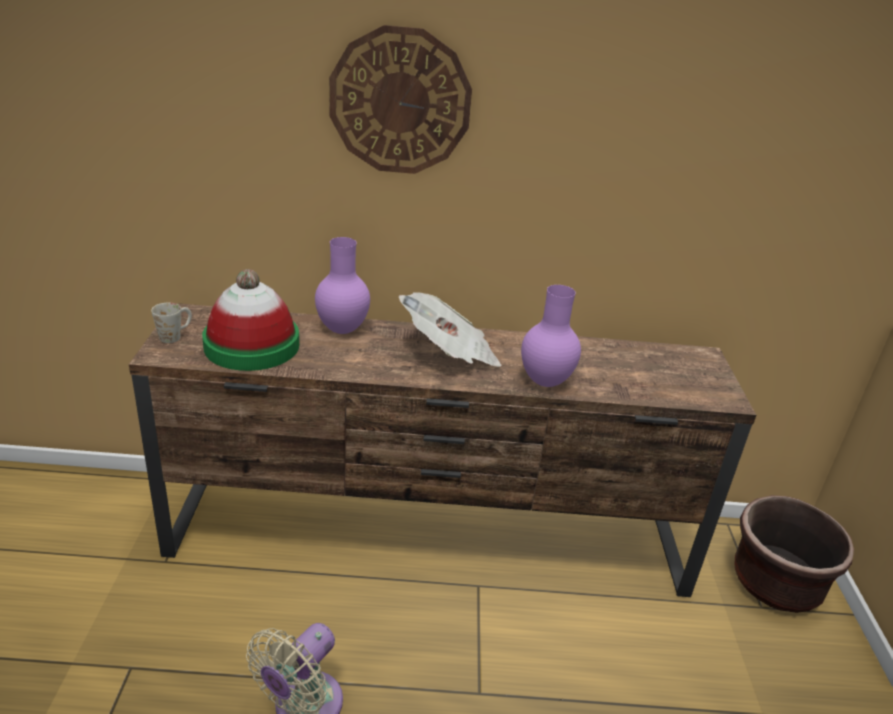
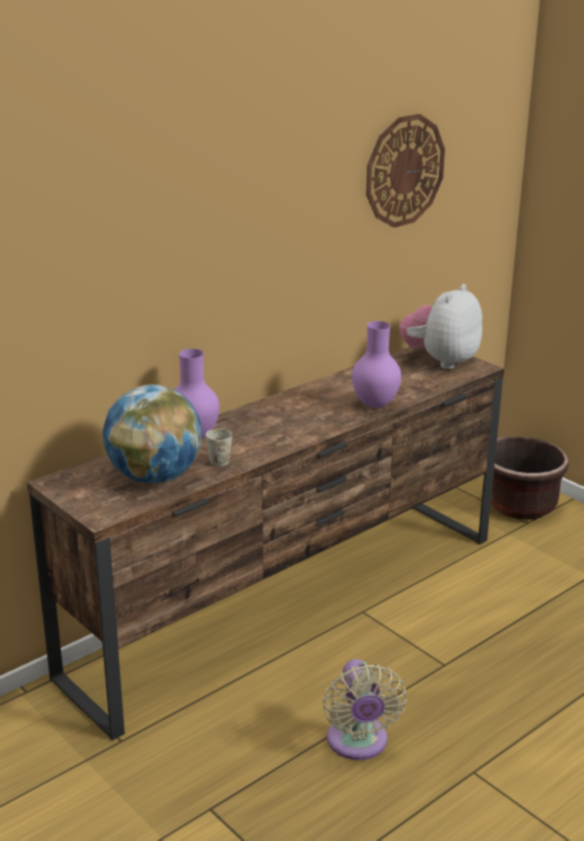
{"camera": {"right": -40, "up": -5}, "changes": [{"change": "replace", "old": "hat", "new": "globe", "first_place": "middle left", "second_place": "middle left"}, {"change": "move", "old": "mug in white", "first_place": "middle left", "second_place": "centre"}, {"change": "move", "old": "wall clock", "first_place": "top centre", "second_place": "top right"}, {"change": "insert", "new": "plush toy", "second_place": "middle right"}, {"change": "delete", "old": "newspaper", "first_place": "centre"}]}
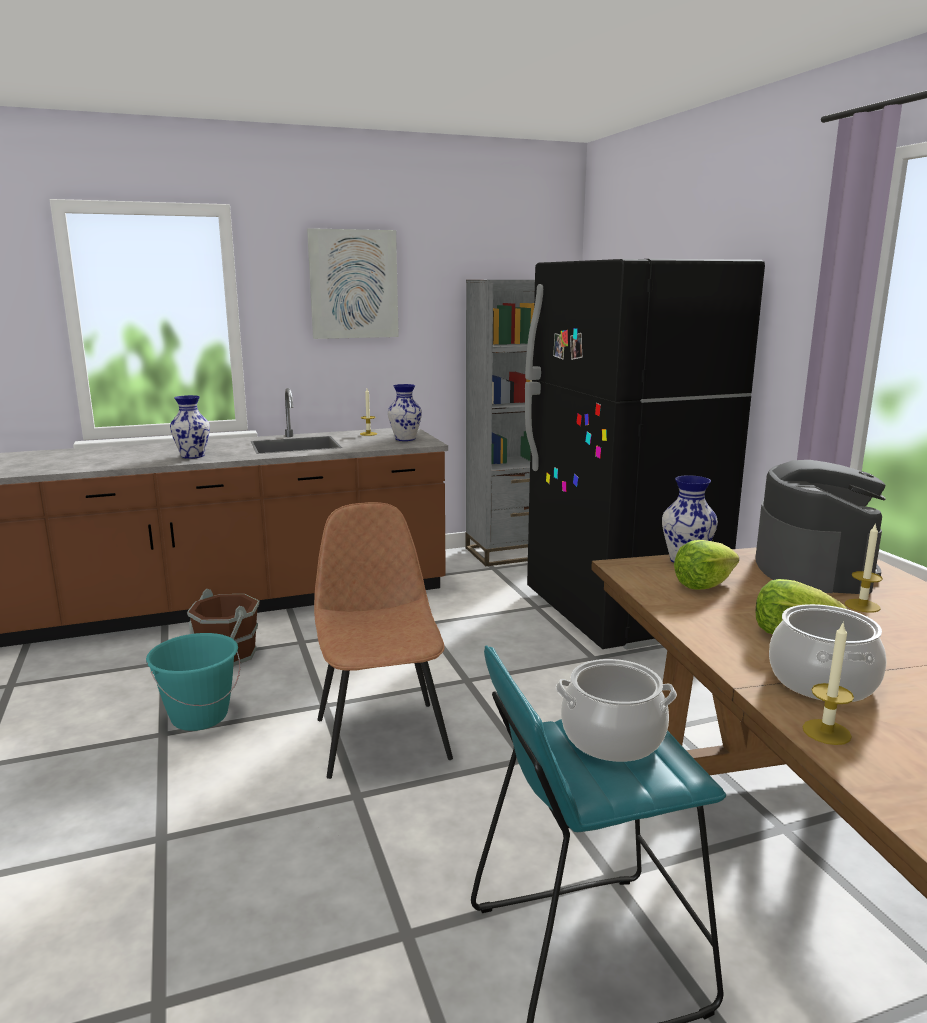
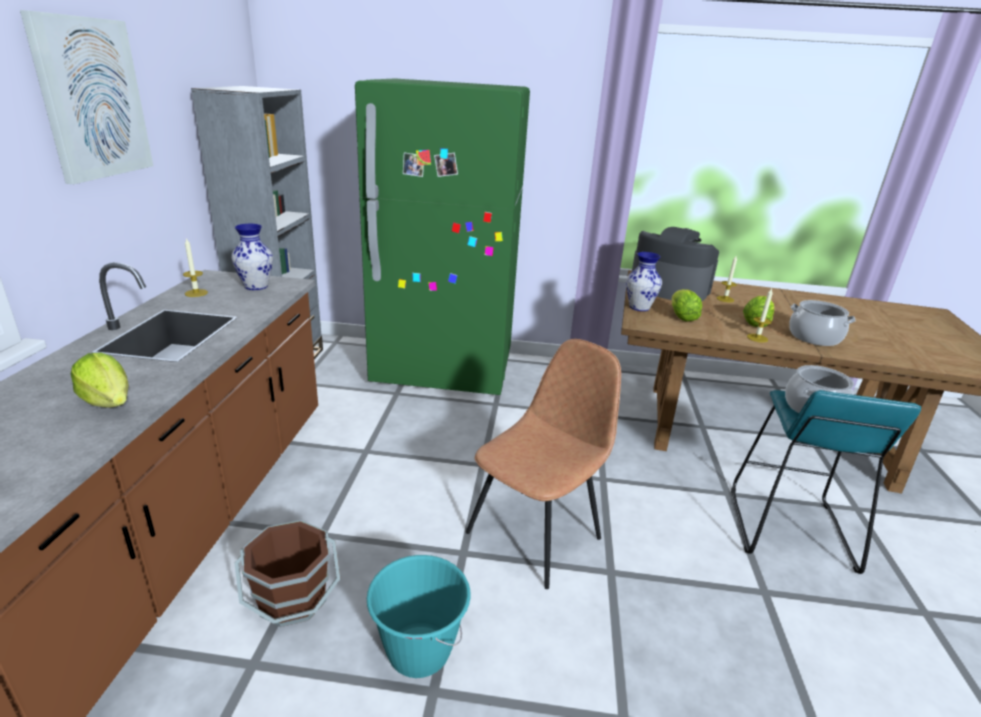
{"camera": {"right": -65, "up": 10}, "changes": [{"change": "replace", "old": "vase (1st from left)", "new": "lettuce (1st from left)", "first_place": "middle left", "second_place": "middle left"}, {"change": "recolor", "old": "fridge in black", "new": "fridge in green", "first_place": "middle right", "second_place": "top centre"}, {"change": "rotate", "old": "chair in brown", "first_place": "centre", "second_place": "centre", "degrees": 120}, {"change": "move", "old": "candle (2nd from left in the first image)", "new": "candle (3rd from left)", "first_place": "bottom right", "second_place": "middle right"}]}
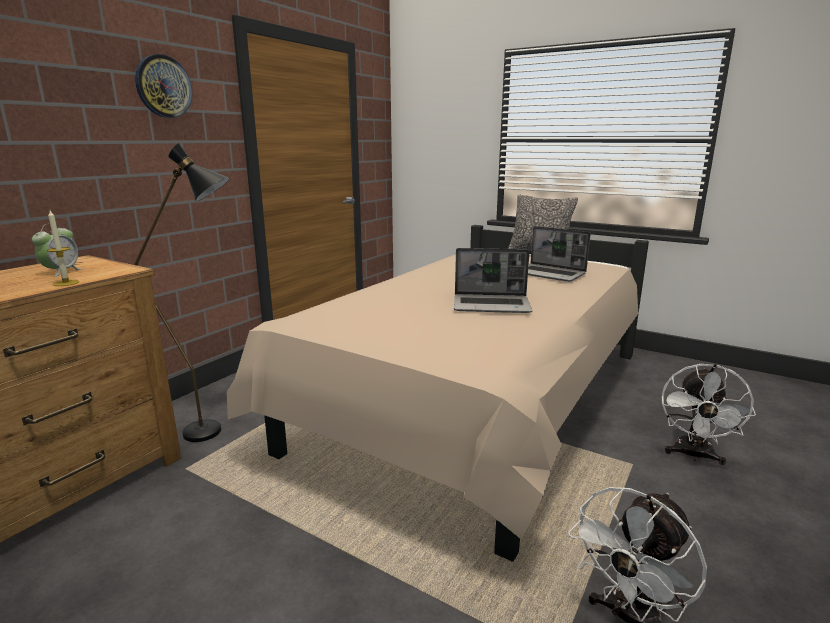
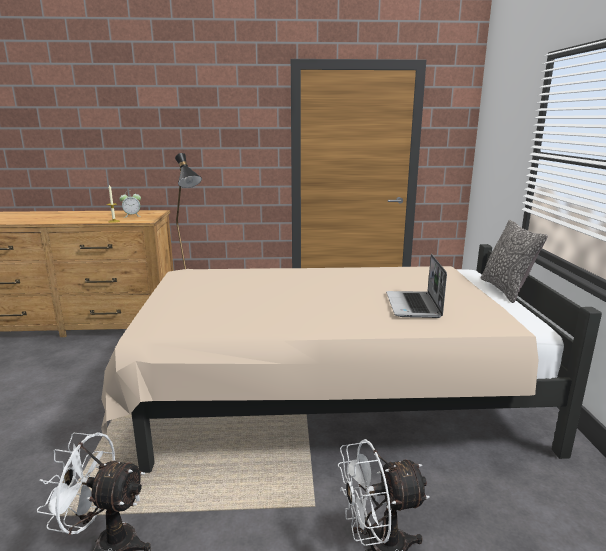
{"camera": {"right": 55, "up": 0}, "changes": [{"change": "delete", "old": "wall clock", "first_place": "top left"}, {"change": "delete", "old": "laptop (1st from left)", "first_place": "centre"}]}
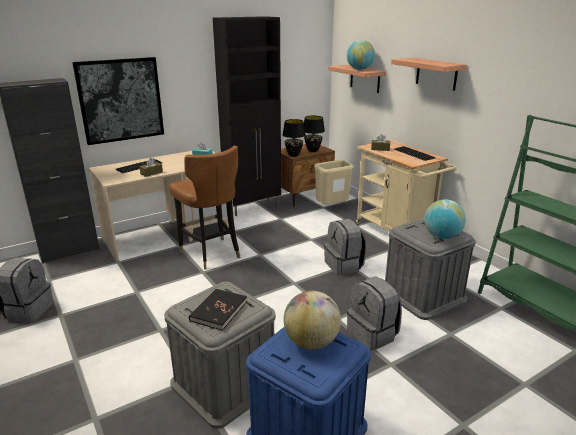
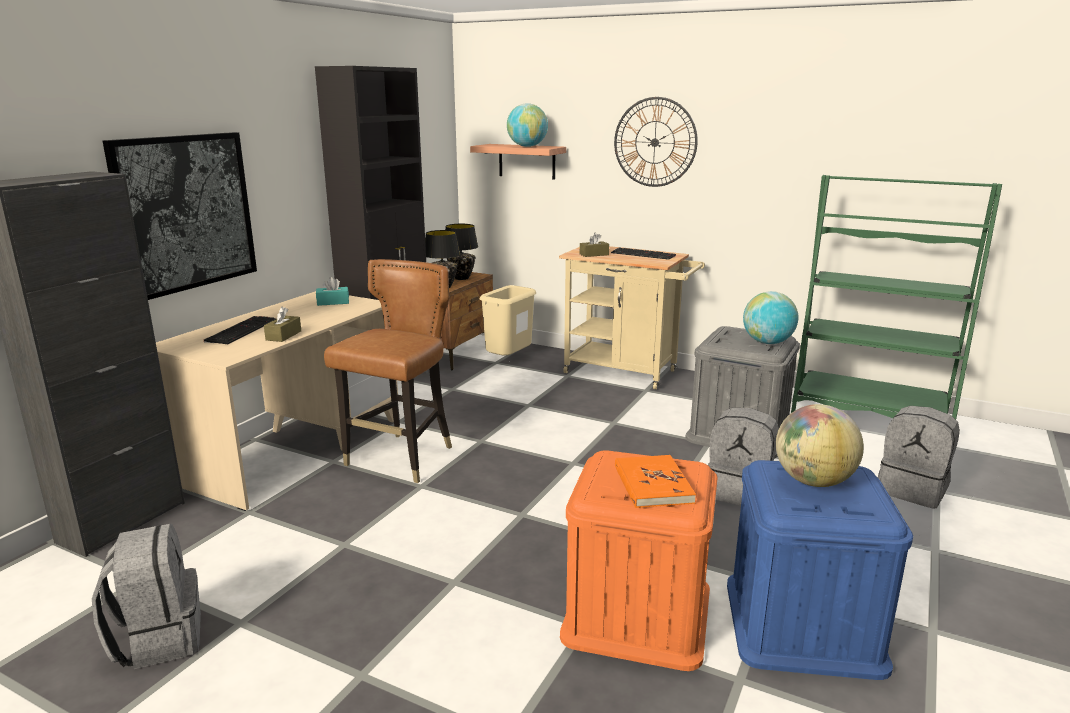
{"camera": {"right": -30, "up": -5}, "changes": [{"change": "rotate", "old": "chair in brown", "first_place": "centre", "second_place": "centre", "degrees": -90}, {"change": "recolor", "old": "storage box in grey (1st from left)", "new": "storage box in orange", "first_place": "bottom centre", "second_place": "bottom centre"}, {"change": "replace", "old": "shelf (2nd from left)", "new": "wall clock", "first_place": "top right", "second_place": "top centre"}, {"change": "recolor", "old": "book in black", "new": "book in orange", "first_place": "bottom centre", "second_place": "bottom centre"}, {"change": "move", "old": "backpack in grey (2nd from left in the first image)", "new": "backpack in grey (3rd from left)", "first_place": "centre", "second_place": "middle right"}]}
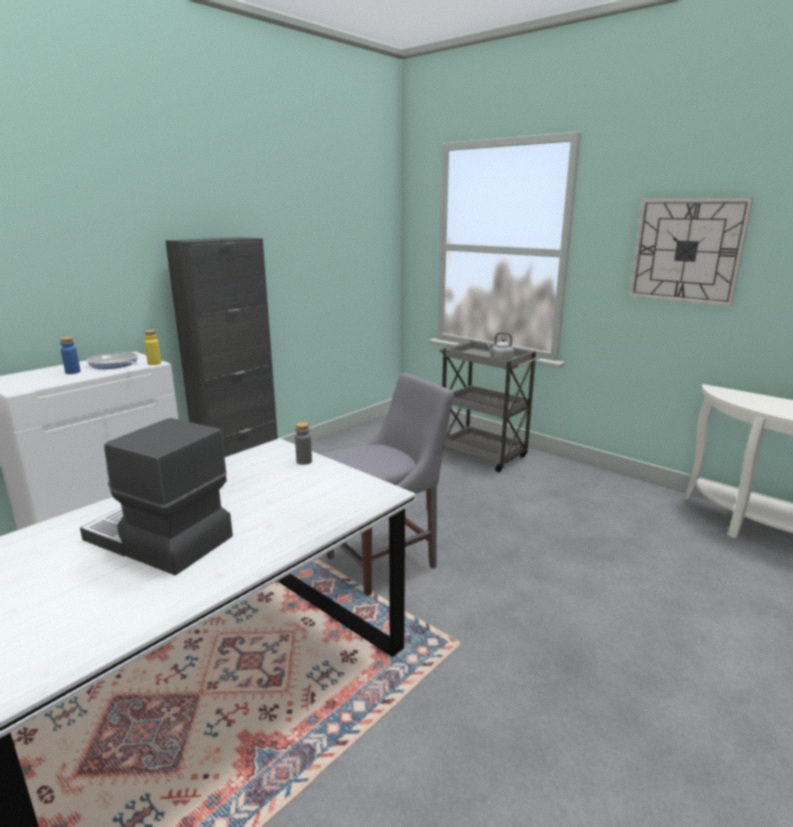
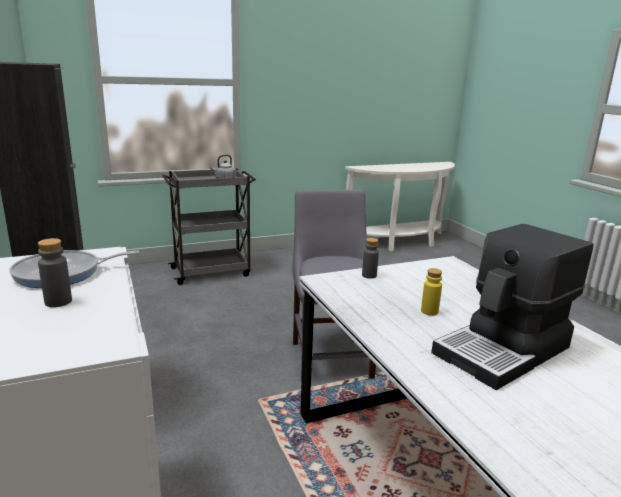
{"camera": {"right": -65, "up": 0}, "changes": [{"change": "recolor", "old": "bottle in blue", "new": "bottle in grey (1st from left)", "first_place": "middle left", "second_place": "middle left"}, {"change": "move", "old": "bottle in yellow", "first_place": "middle left", "second_place": "middle right"}, {"change": "delete", "old": "wall clock", "first_place": "top right"}]}
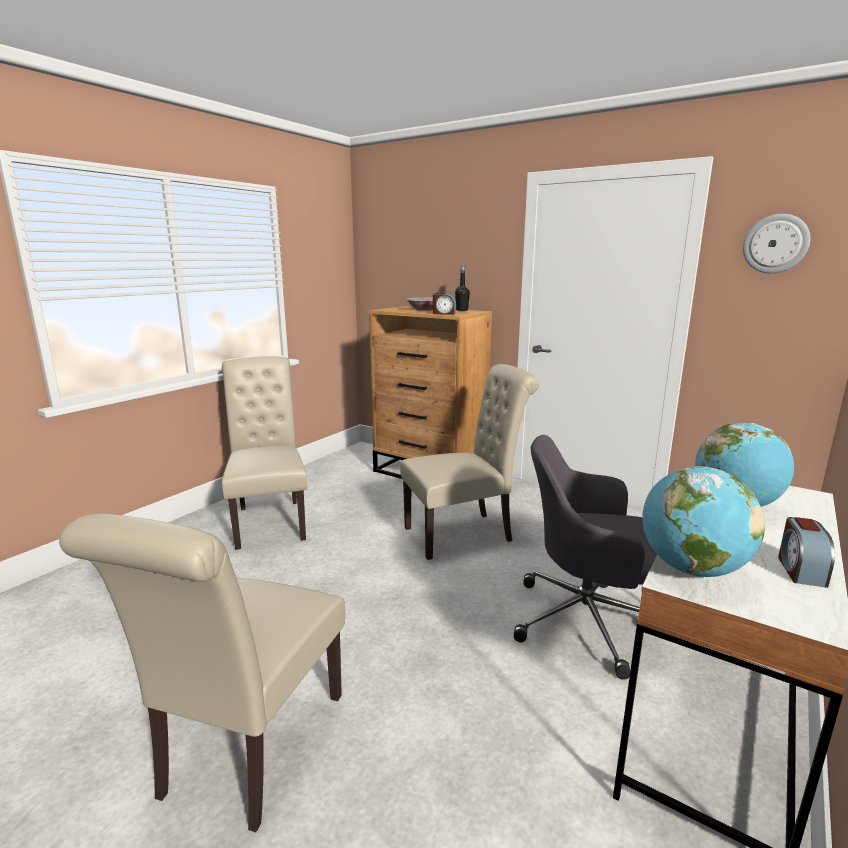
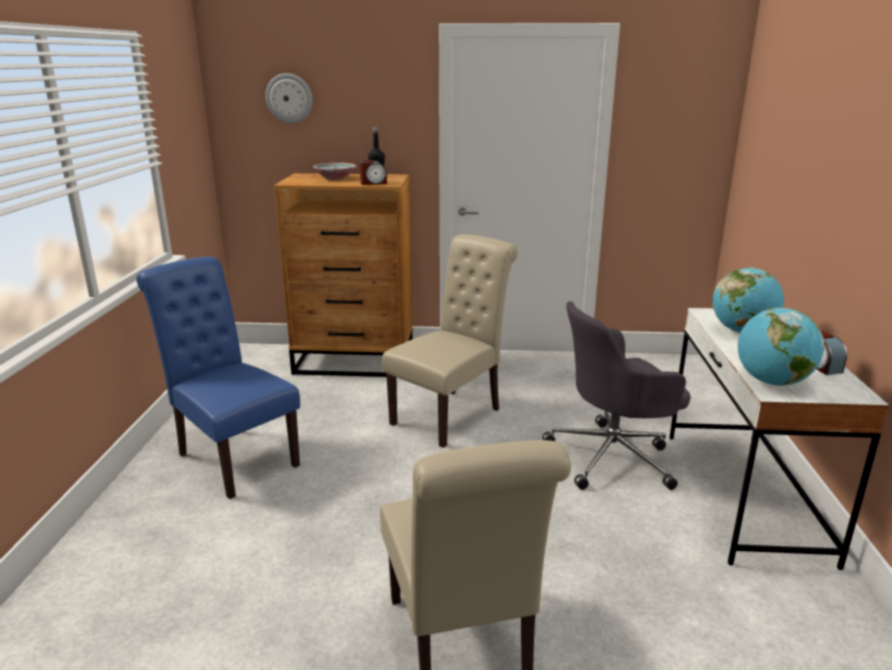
{"camera": {"right": -30, "up": 5}, "changes": [{"change": "recolor", "old": "chair in beige (2nd from left)", "new": "chair in blue", "first_place": "middle left", "second_place": "middle left"}, {"change": "move", "old": "wall clock", "first_place": "top right", "second_place": "top left"}]}
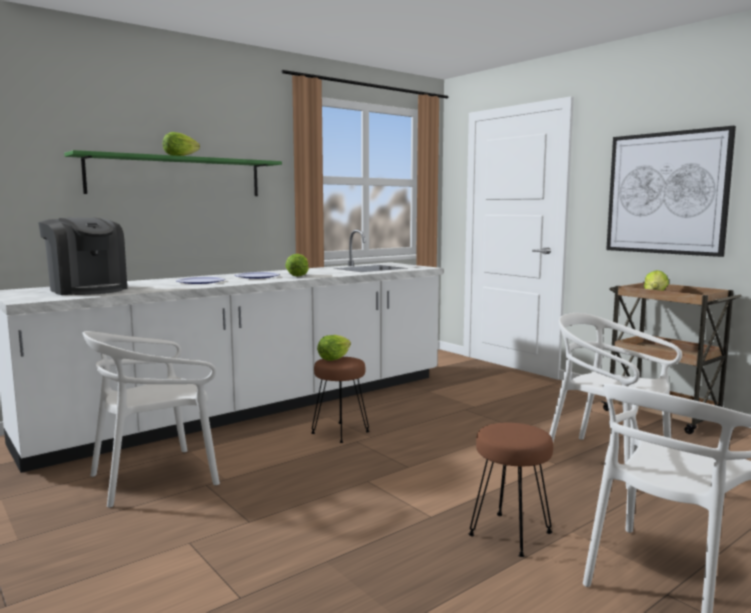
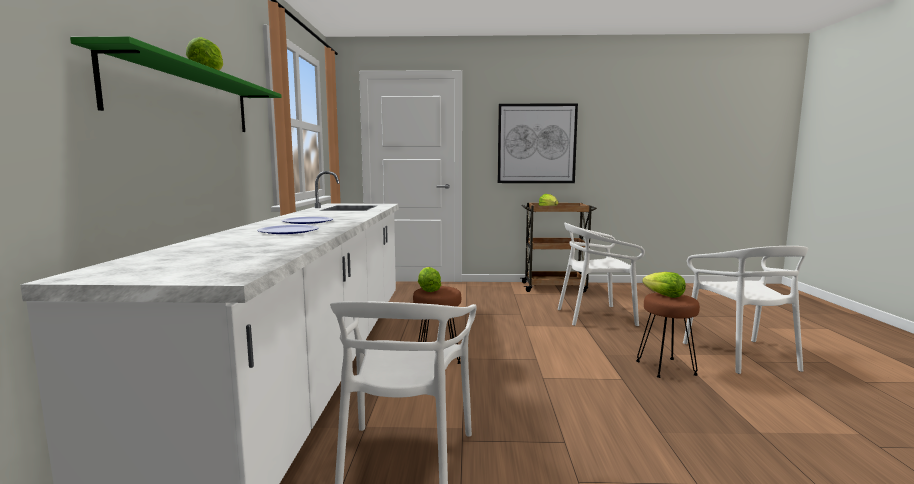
{"camera": {"right": -50, "up": 0}, "changes": [{"change": "move", "old": "lettuce (2nd from left in the first image)", "new": "lettuce (4th from left)", "first_place": "centre", "second_place": "middle right"}, {"change": "delete", "old": "coffee machine", "first_place": "middle left"}]}
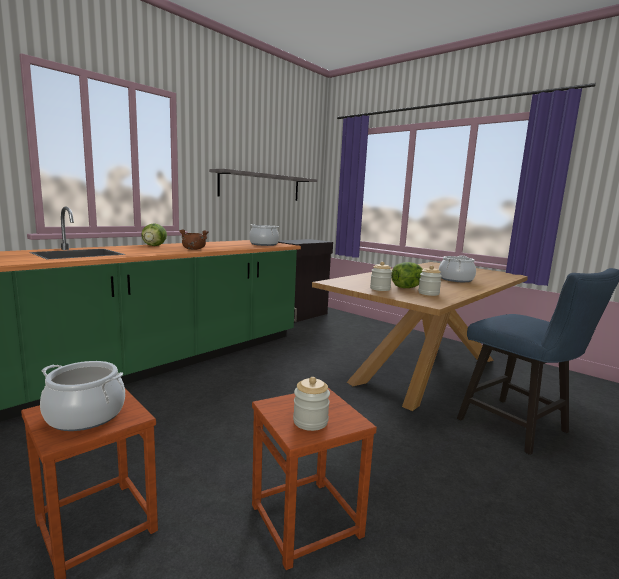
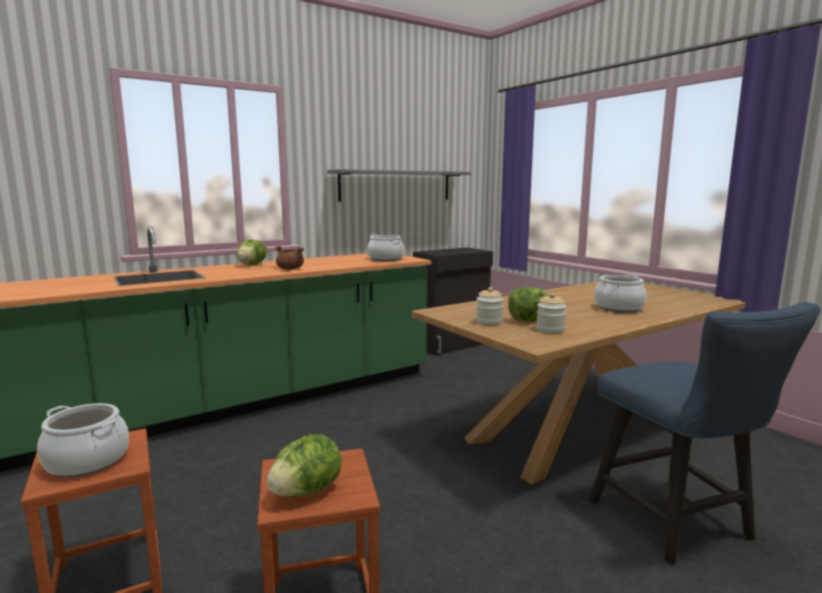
{"camera": {"right": 15, "up": 0}, "changes": [{"change": "replace", "old": "jar (1st from left)", "new": "lettuce (2nd from left)", "first_place": "bottom centre", "second_place": "bottom centre"}]}
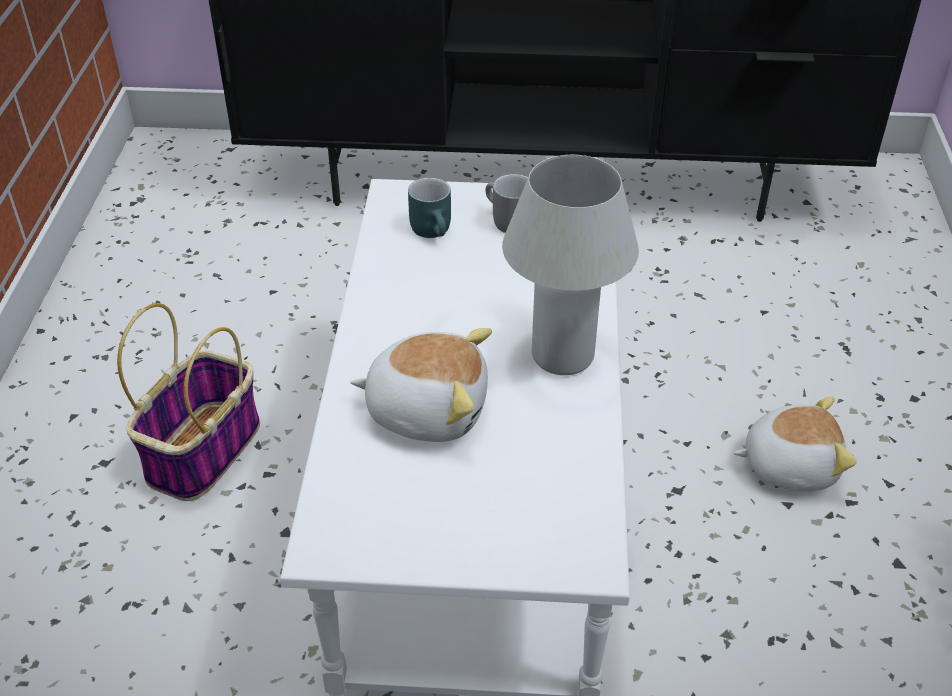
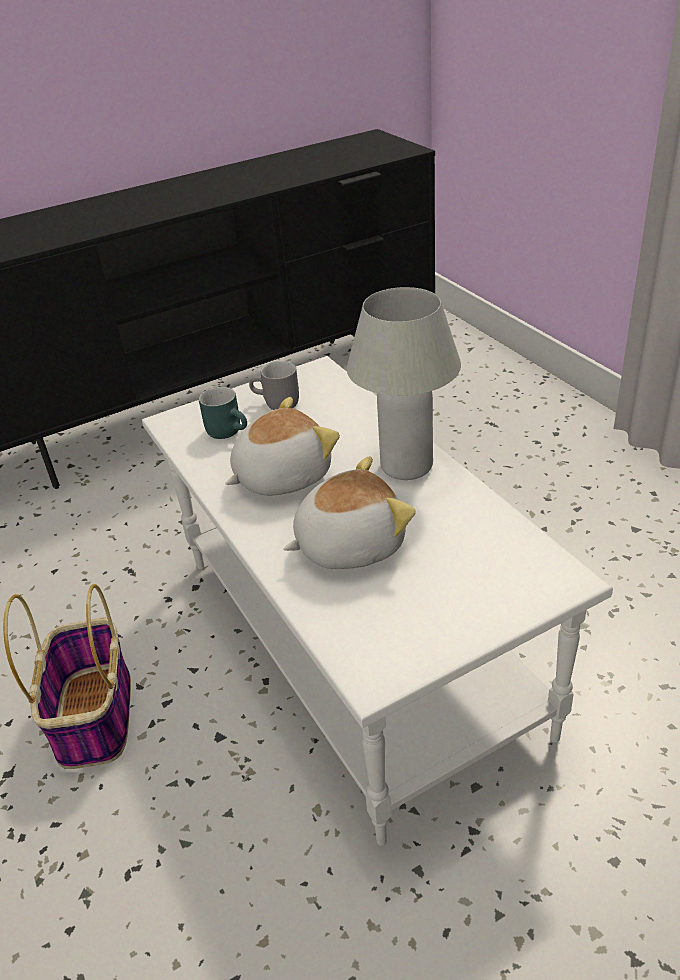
{"camera": {"right": -30, "up": -5}, "changes": [{"change": "move", "old": "plush toy (2nd from left in the first image)", "new": "plush toy (1st from left)", "first_place": "middle right", "second_place": "centre"}]}
